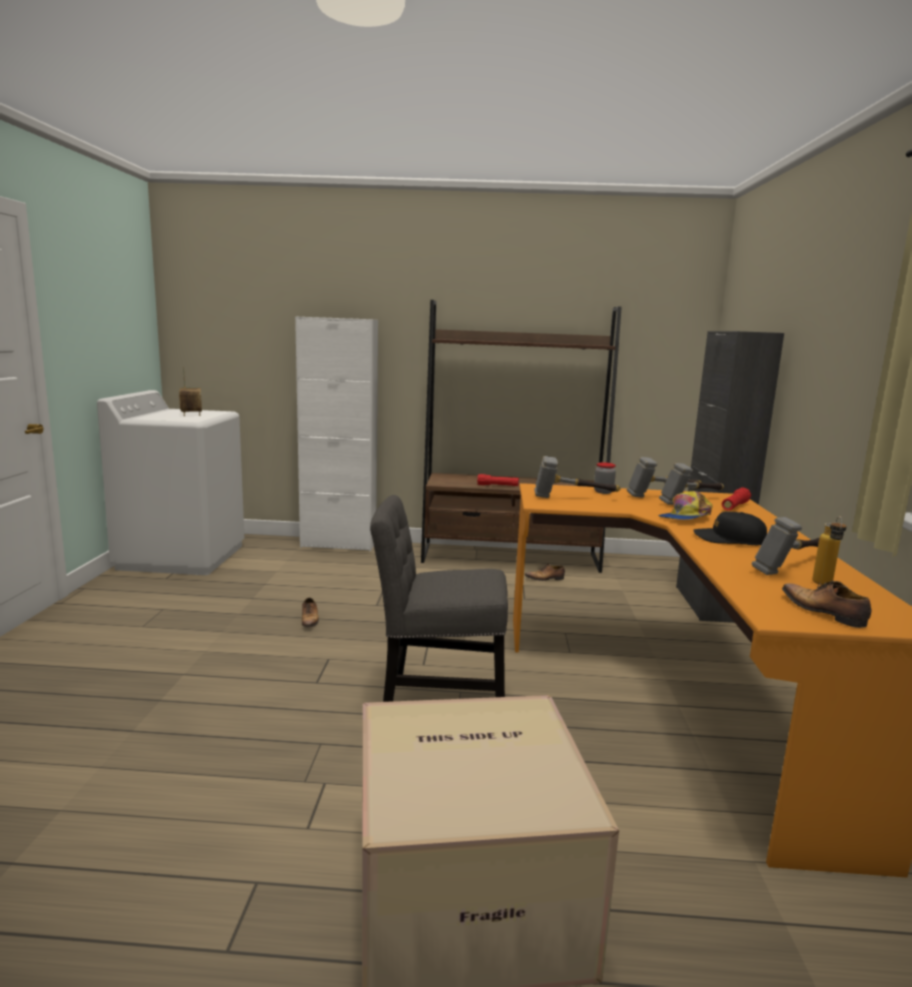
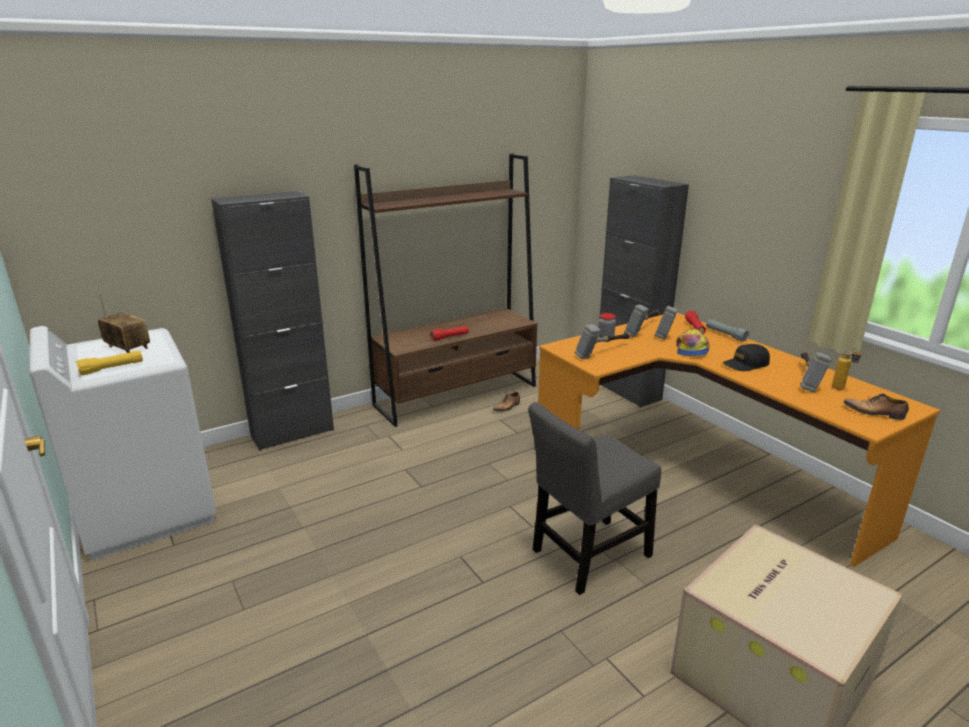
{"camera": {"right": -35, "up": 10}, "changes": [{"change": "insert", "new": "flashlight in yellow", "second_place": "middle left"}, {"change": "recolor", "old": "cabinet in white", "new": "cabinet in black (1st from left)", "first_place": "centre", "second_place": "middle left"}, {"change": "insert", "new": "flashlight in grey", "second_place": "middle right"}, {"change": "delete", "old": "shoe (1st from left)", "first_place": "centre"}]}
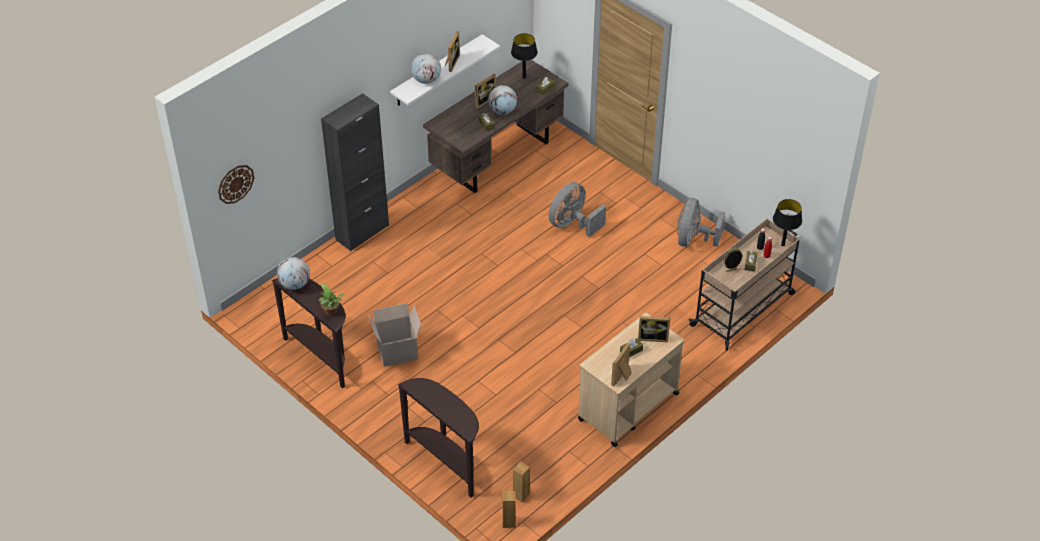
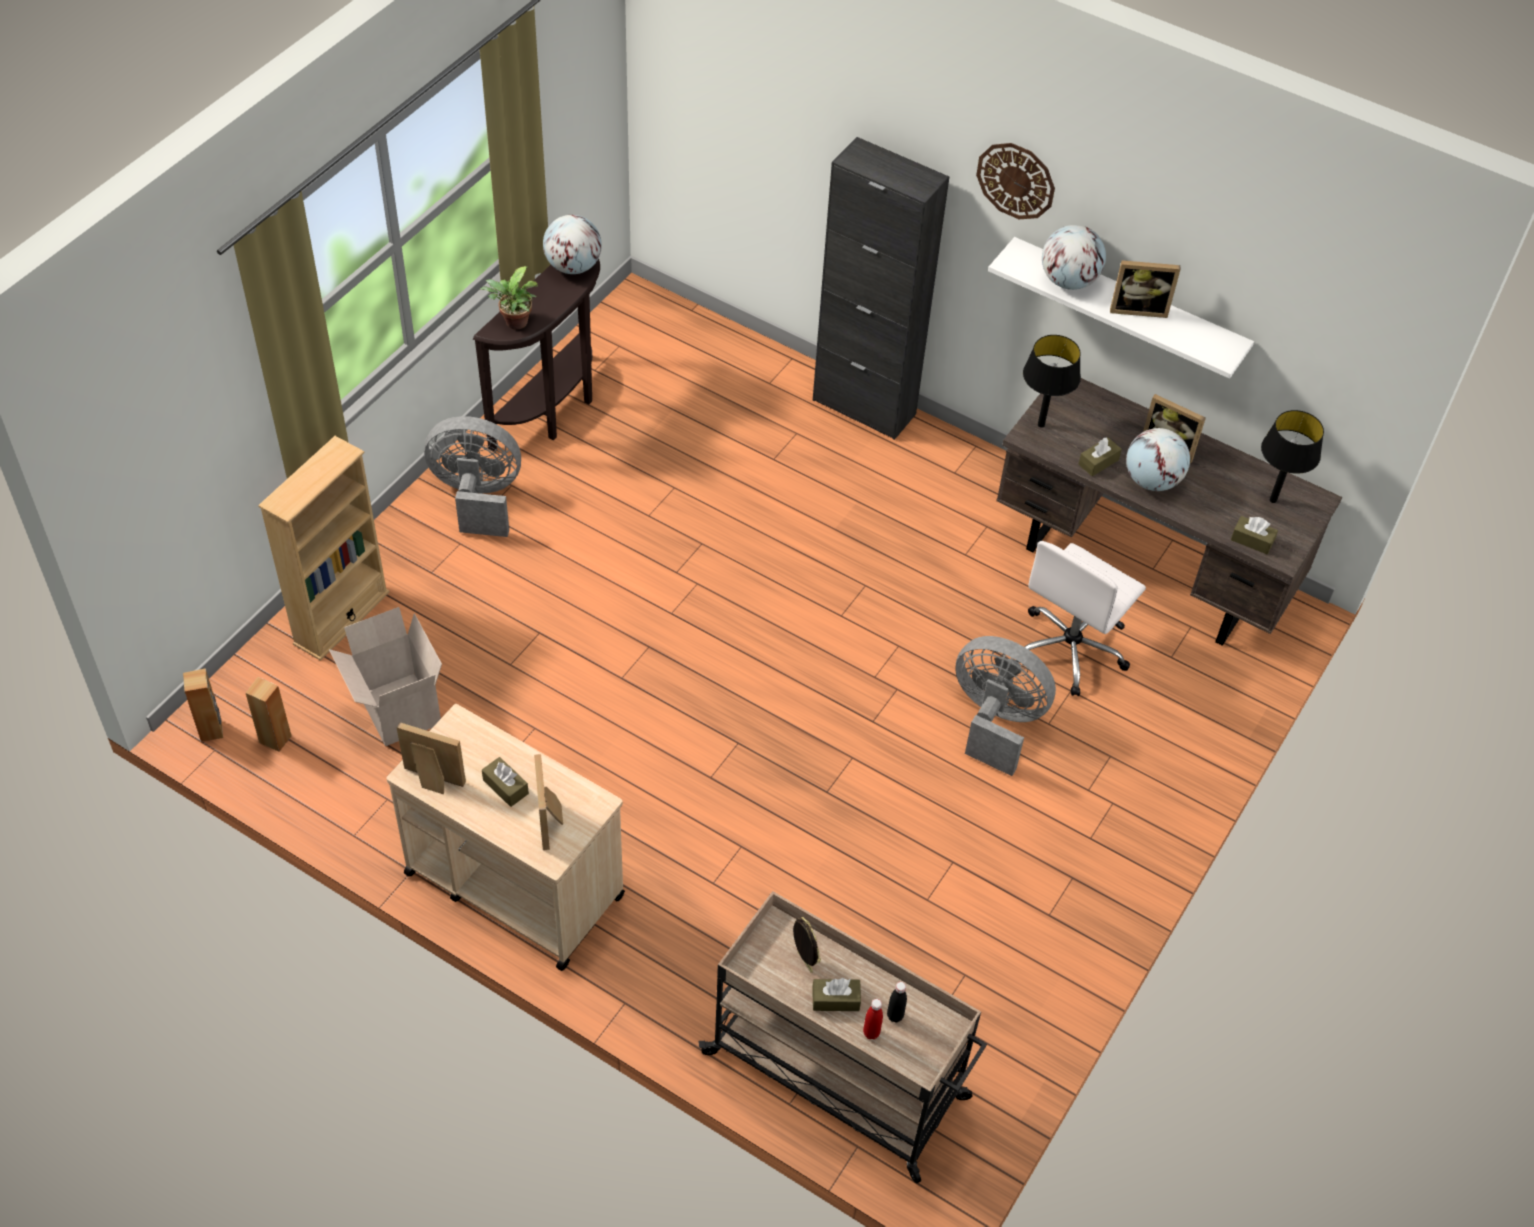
{"camera": {"right": 75, "up": 5}, "changes": [{"change": "replace", "old": "console table in brown (2nd from left)", "new": "bookcase in beige", "first_place": "bottom centre", "second_place": "middle left"}, {"change": "move", "old": "cardboard box", "first_place": "centre", "second_place": "middle left"}, {"change": "move", "old": "fan in grey (2nd from left in the first image)", "new": "fan in grey (1st from left)", "first_place": "middle right", "second_place": "middle left"}, {"change": "move", "old": "wall clock", "first_place": "middle left", "second_place": "top centre"}, {"change": "move", "old": "table lamp in black (2nd from left in the first image)", "new": "table lamp in black (1st from left)", "first_place": "middle right", "second_place": "top right"}, {"change": "insert", "new": "office chair in white", "second_place": "middle right"}]}
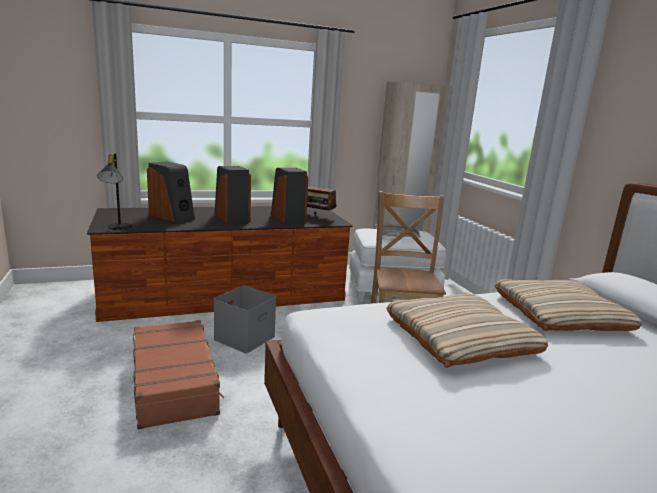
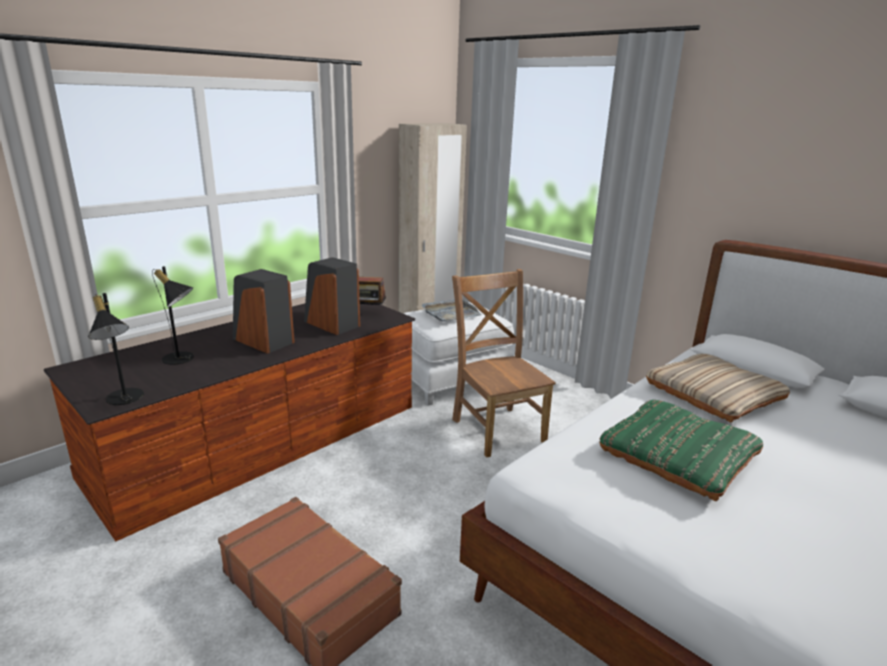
{"camera": {"right": -25, "up": 5}, "changes": [{"change": "replace", "old": "speaker (1st from left)", "new": "table lamp in black (2nd from left)", "first_place": "middle left", "second_place": "middle left"}, {"change": "recolor", "old": "pillow in beige (1st from left)", "new": "pillow in green", "first_place": "bottom right", "second_place": "bottom right"}, {"change": "delete", "old": "storage box in grey", "first_place": "centre"}]}
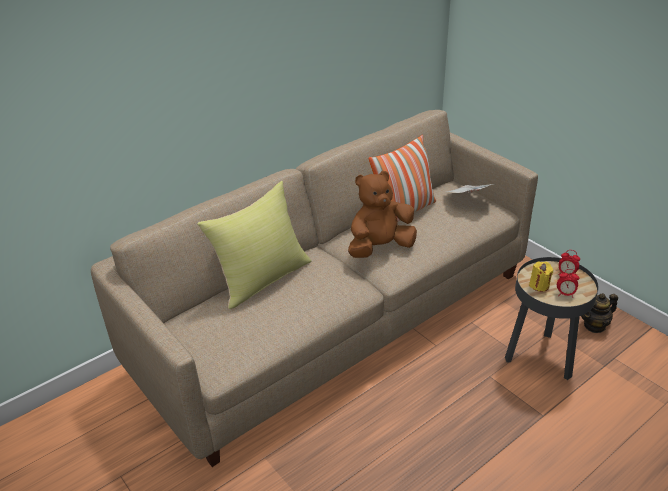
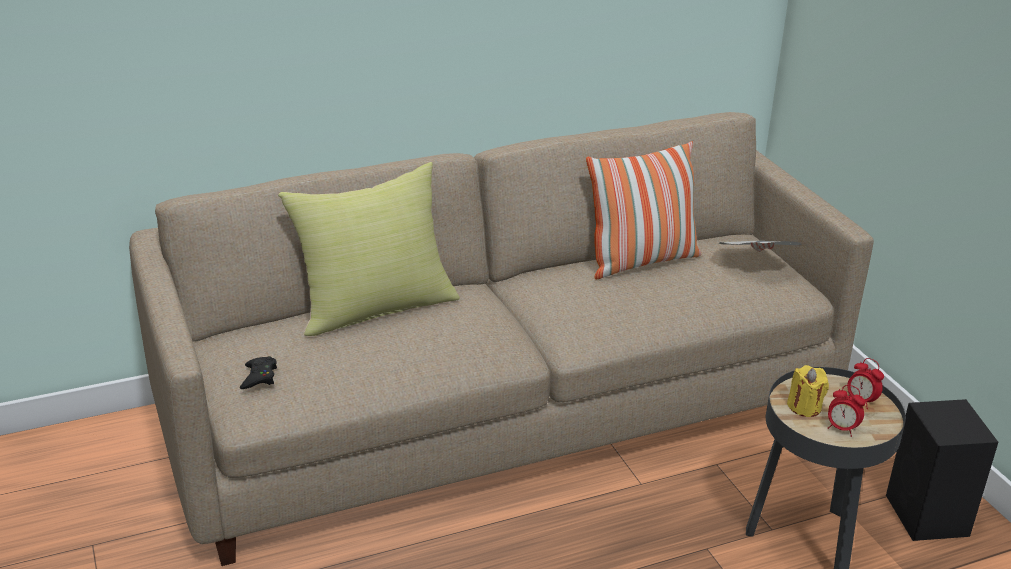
{"camera": {"right": 15, "up": -5}, "changes": [{"change": "insert", "new": "game controller in black", "second_place": "middle left"}, {"change": "replace", "old": "teapot", "new": "speaker in black", "first_place": "middle right", "second_place": "bottom right"}, {"change": "delete", "old": "plush toy in brown", "first_place": "centre"}]}
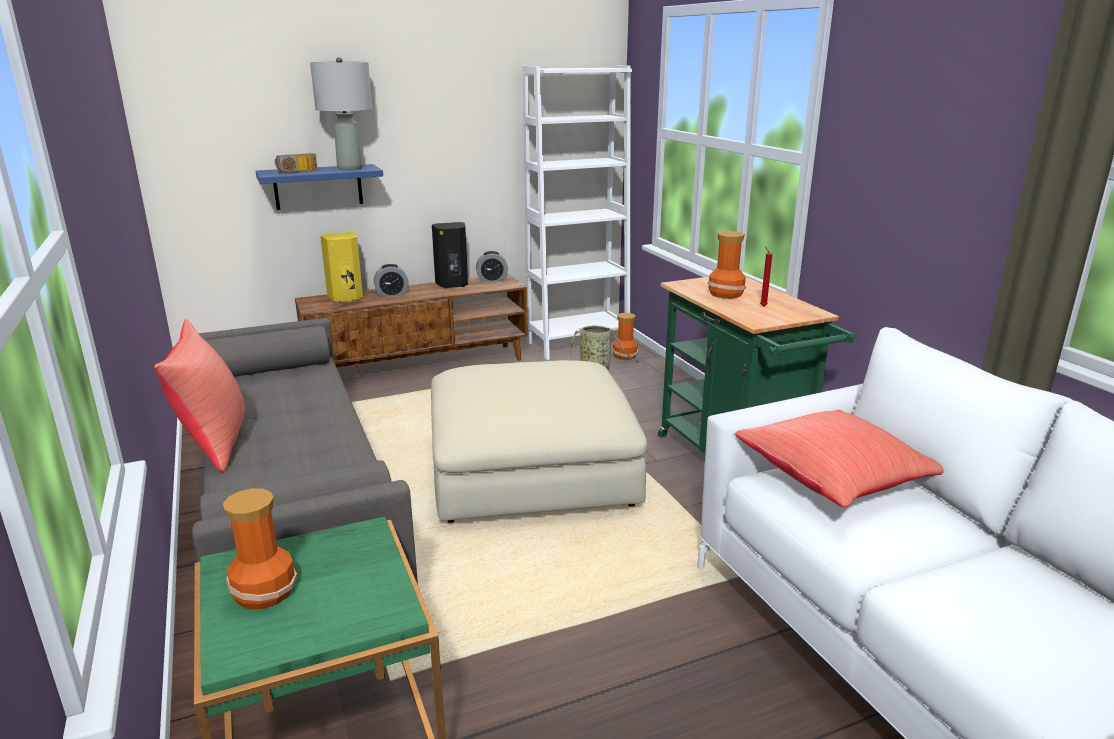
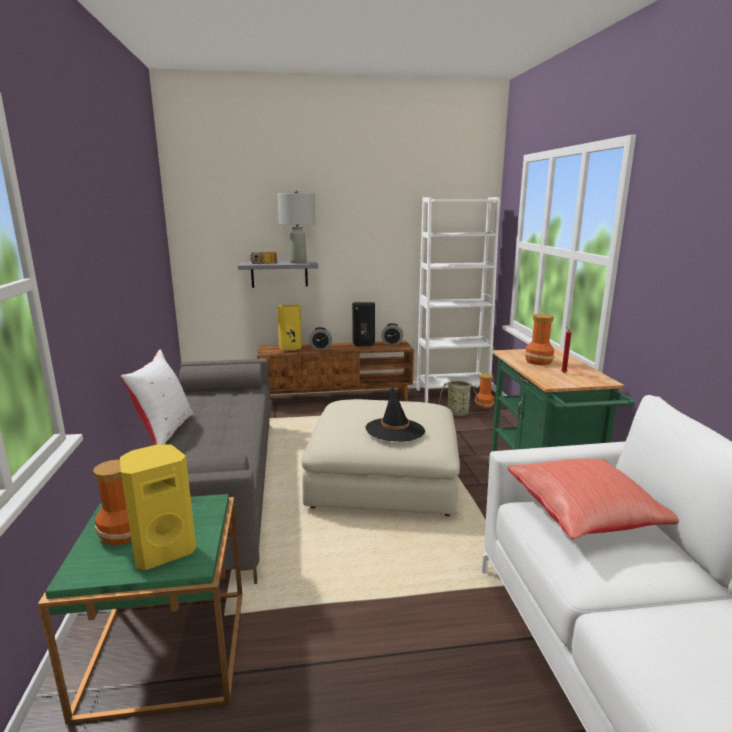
{"camera": {"right": 15, "up": -5}, "changes": [{"change": "insert", "new": "speaker in yellow (1st from left)", "second_place": "bottom left"}, {"change": "recolor", "old": "pillow in red (1st from left)", "new": "pillow in white", "first_place": "middle left", "second_place": "middle left"}, {"change": "recolor", "old": "shelf in blue", "new": "shelf in grey", "first_place": "top left", "second_place": "centre"}, {"change": "insert", "new": "hat in black", "second_place": "centre"}]}
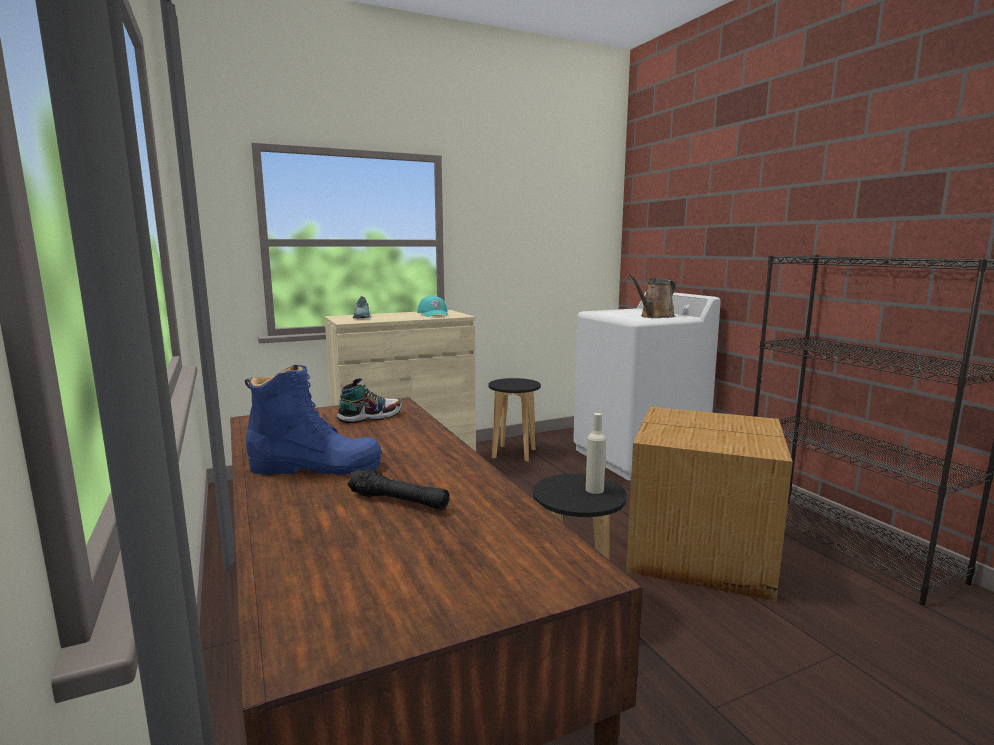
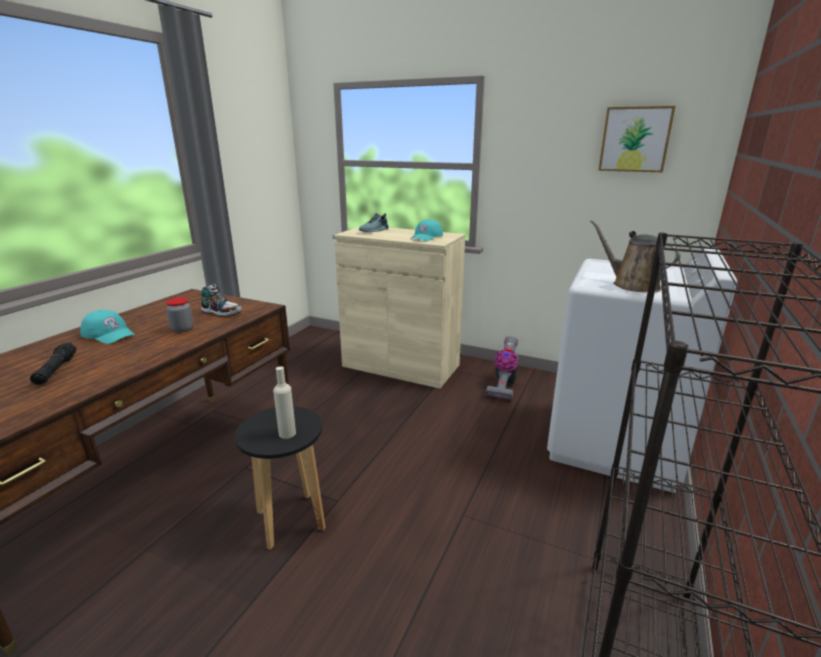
{"camera": {"right": 50, "up": 10}, "changes": [{"change": "replace", "old": "boot in blue", "new": "cap in turquoise (1st from left)", "first_place": "middle left", "second_place": "middle left"}, {"change": "insert", "new": "jar", "second_place": "middle left"}, {"change": "replace", "old": "stool in black (1st from left)", "new": "vacuum cleaner", "first_place": "centre", "second_place": "centre"}, {"change": "rotate", "old": "watering can in brown", "first_place": "centre", "second_place": "middle right", "degrees": 45}, {"change": "insert", "new": "picture", "second_place": "top right"}, {"change": "delete", "old": "cardboard box", "first_place": "bottom right"}]}
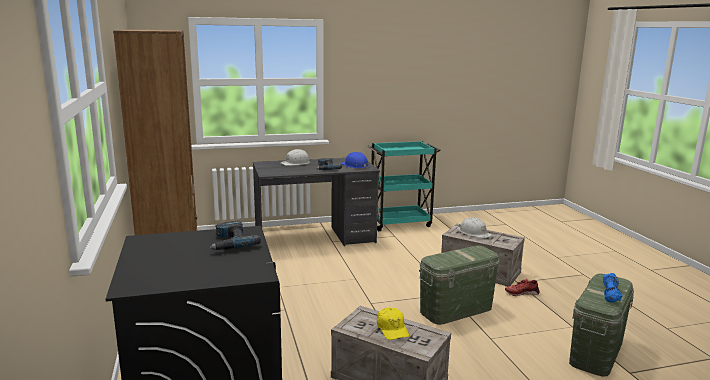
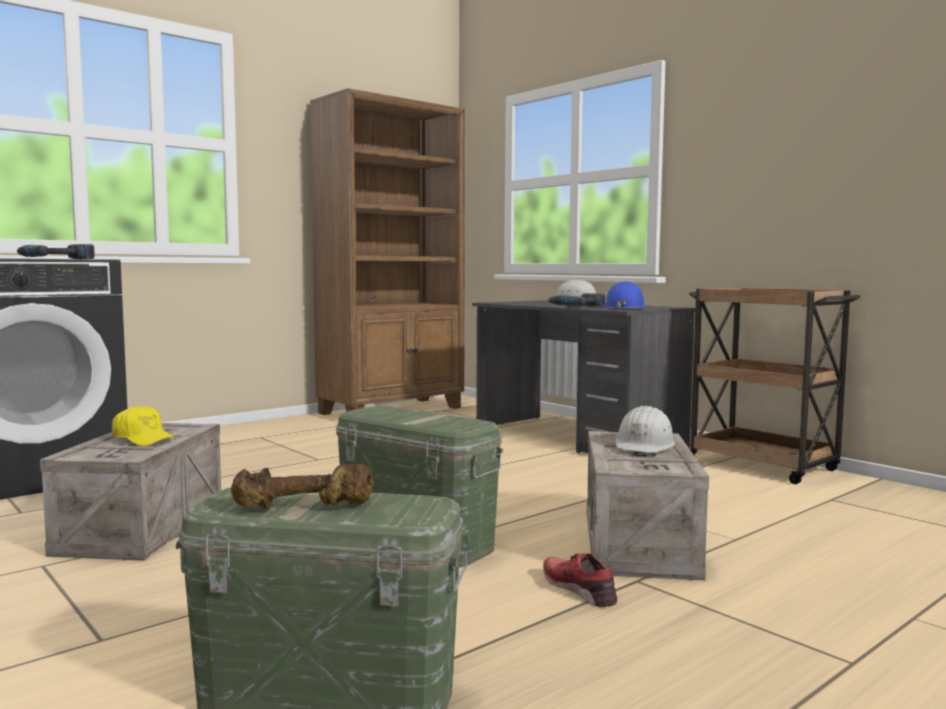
{"camera": {"right": 65, "up": -10}, "changes": [{"change": "rotate", "old": "cap in yellow", "first_place": "bottom centre", "second_place": "middle left", "degrees": -105}, {"change": "recolor", "old": "dumbbell in blue", "new": "dumbbell in brown", "first_place": "bottom right", "second_place": "bottom left"}, {"change": "recolor", "old": "cart in turquoise", "new": "cart in brown", "first_place": "centre", "second_place": "middle right"}]}
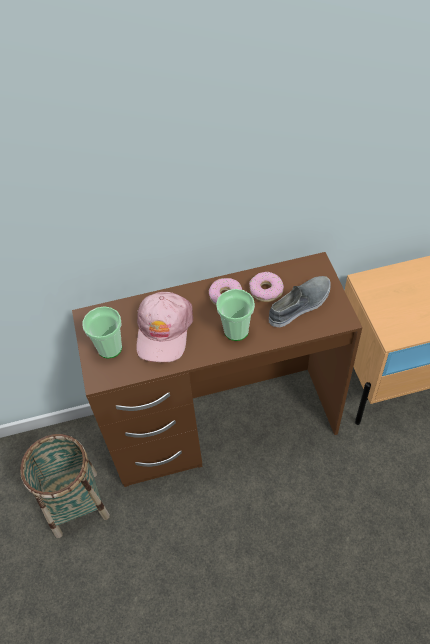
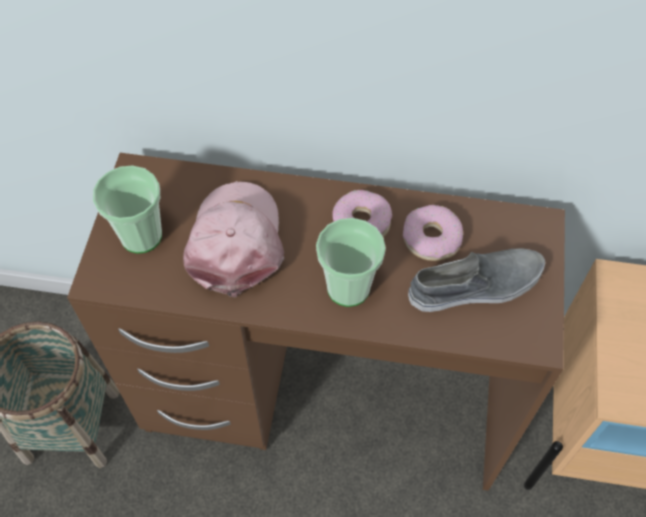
{"camera": {"right": 20, "up": 5}, "changes": [{"change": "rotate", "old": "cap in pink", "first_place": "centre", "second_place": "centre", "degrees": 150}]}
